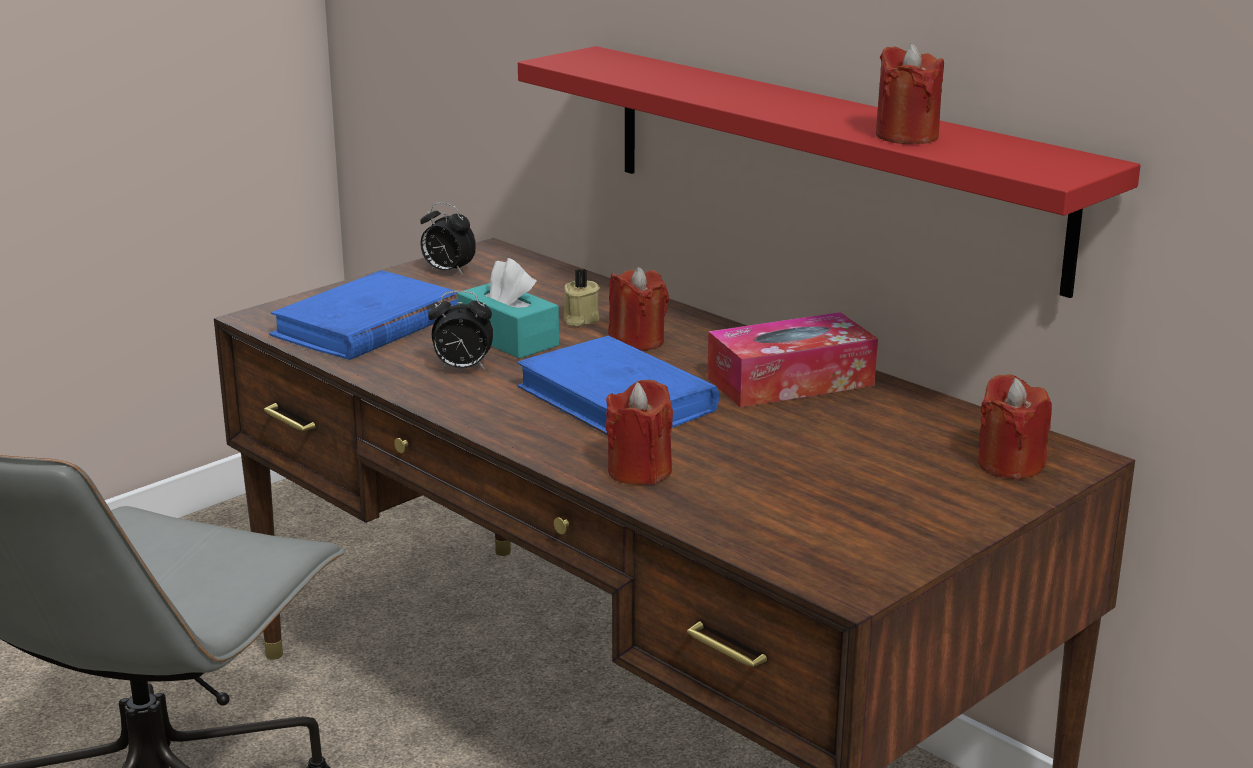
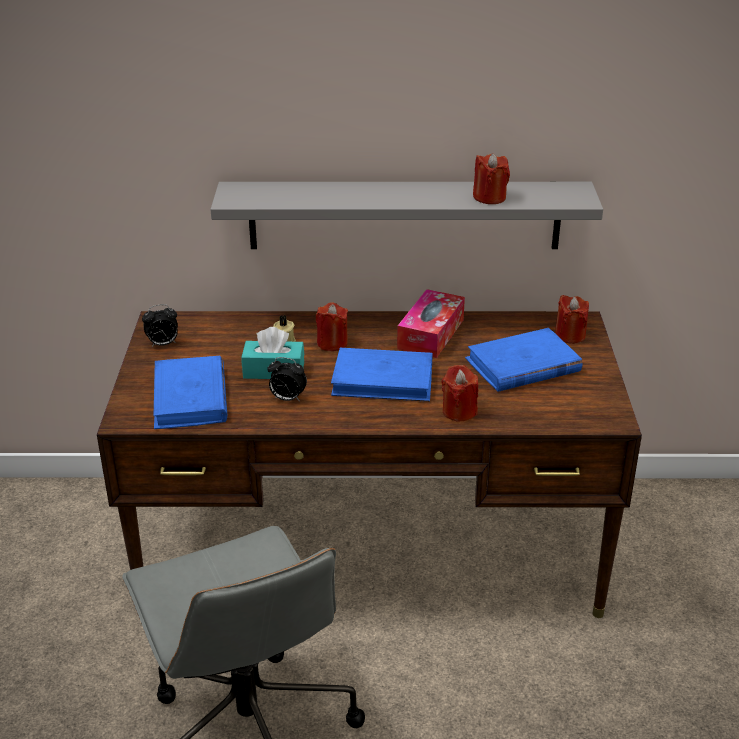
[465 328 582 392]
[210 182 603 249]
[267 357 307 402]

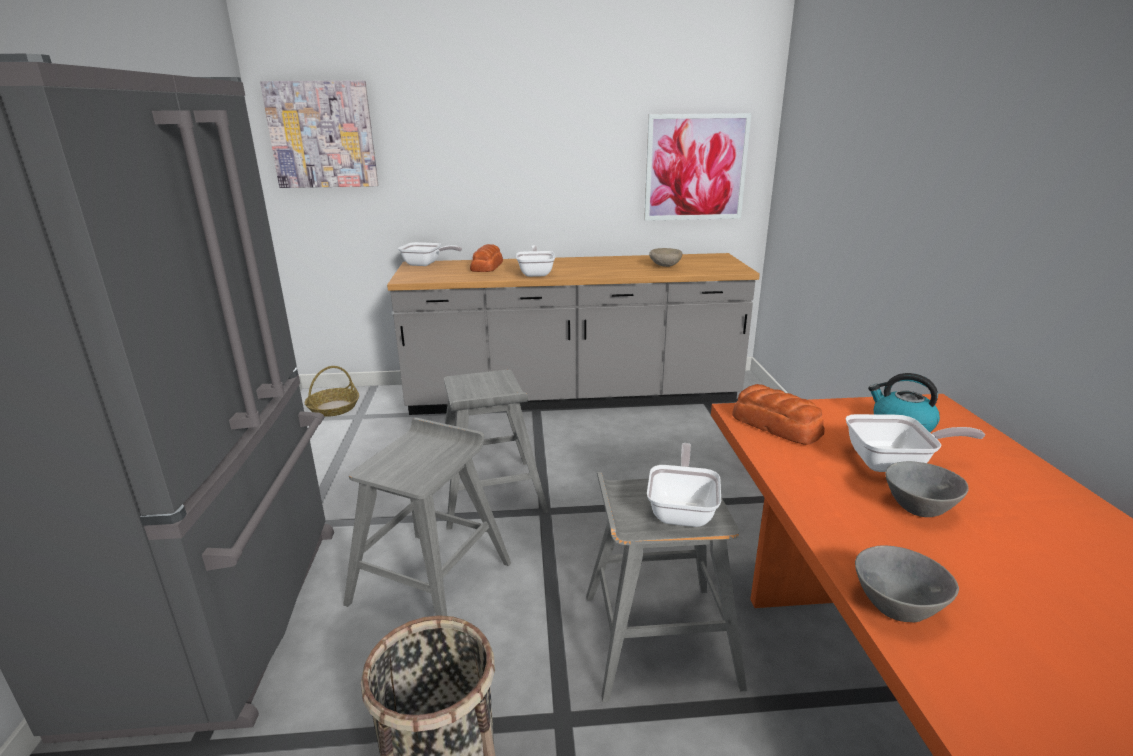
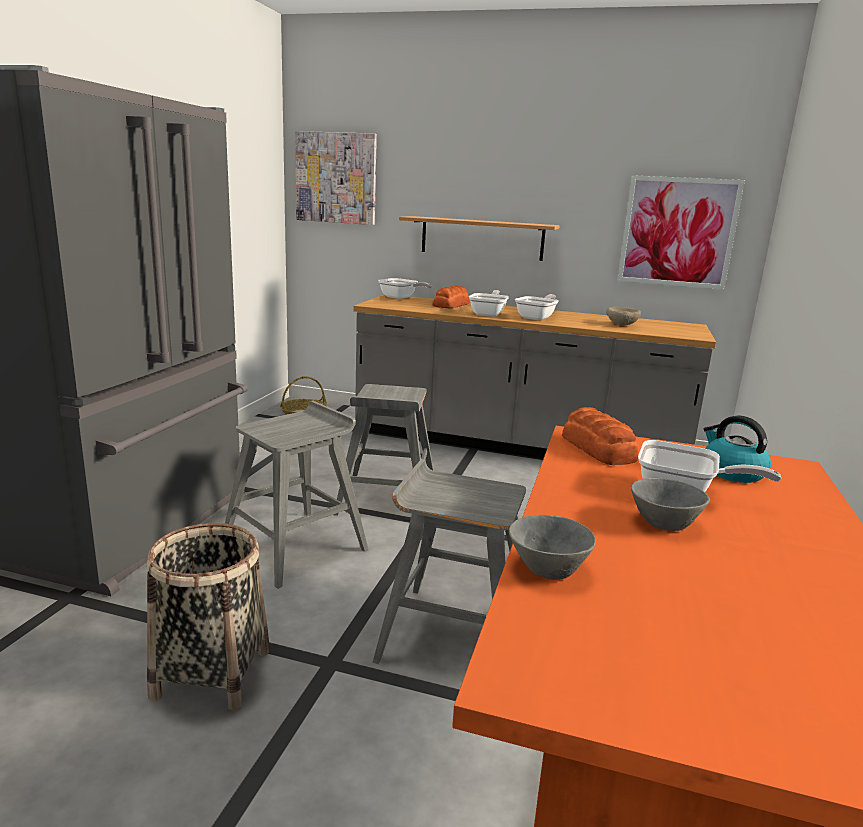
[399 216 560 261]
[515 294 558 320]

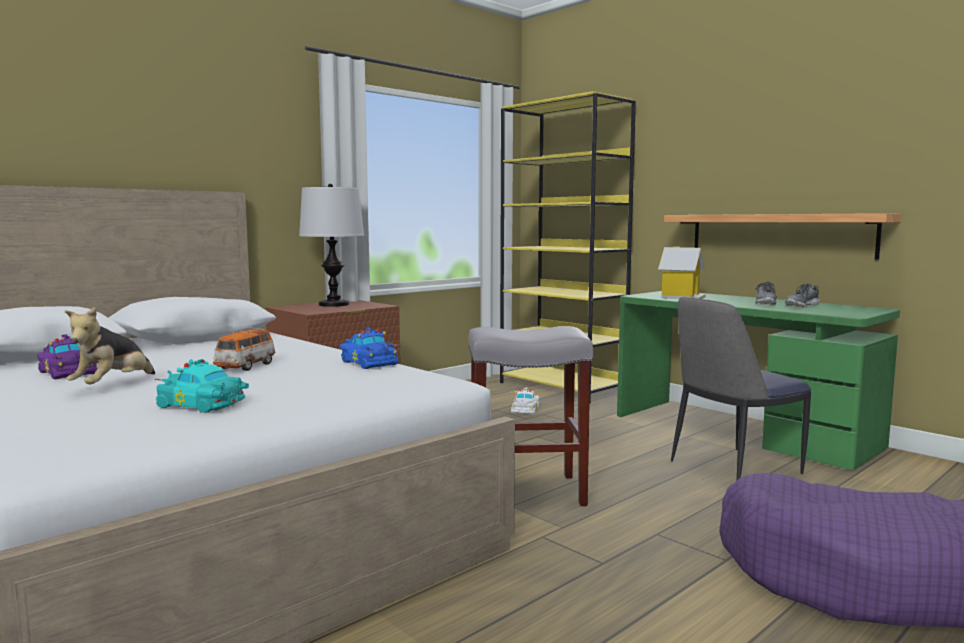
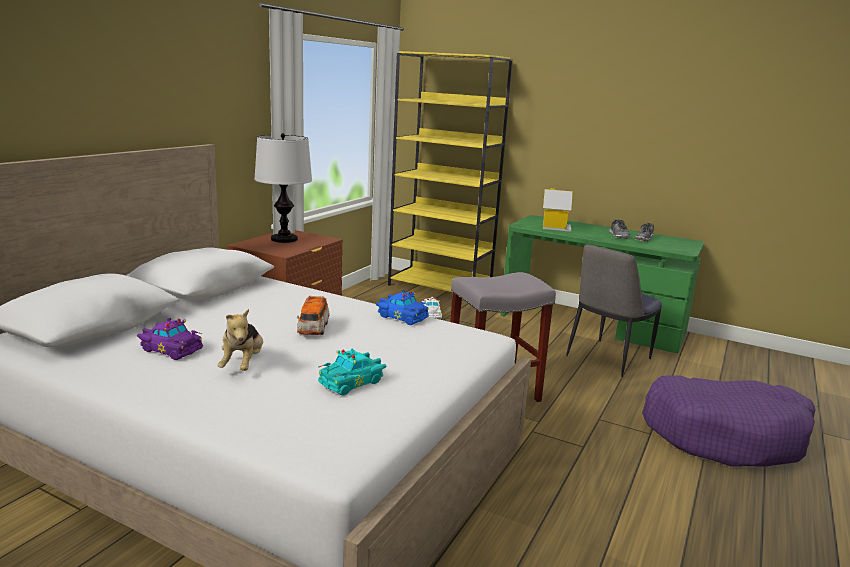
[664 213 902 260] (first image)
[318 348 386 395]

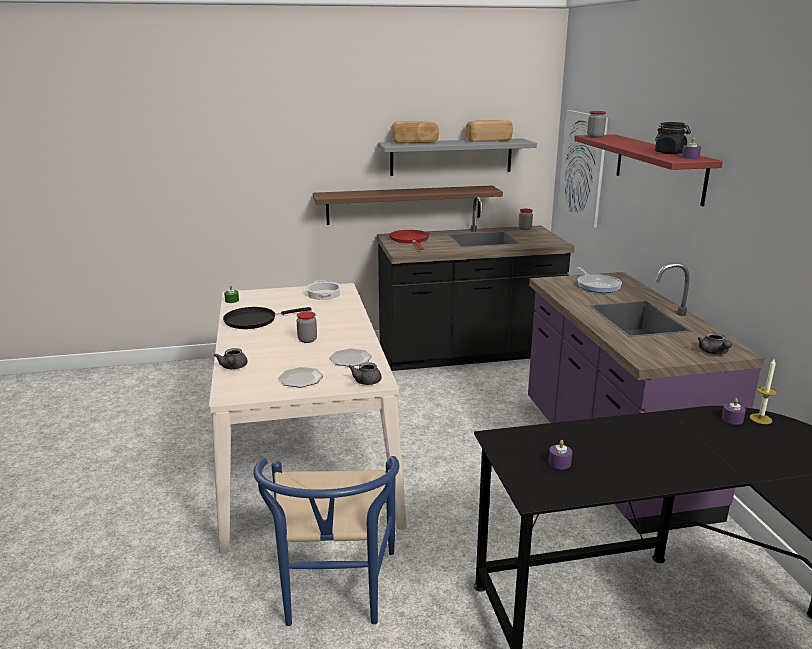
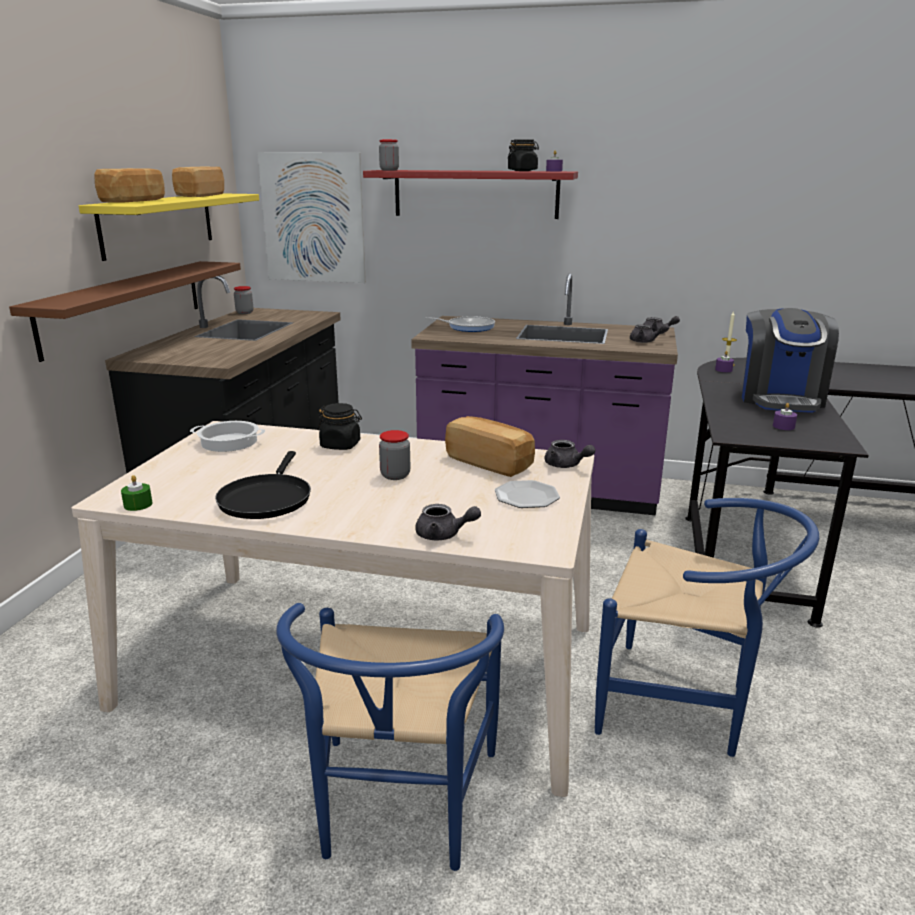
[389 230 429 250] (first image)
[276 603 504 871]
[318 403 362 450]
[630 324 669 343]
[742 308 839 413]
[445 416 535 477]
[79 194 259 261]

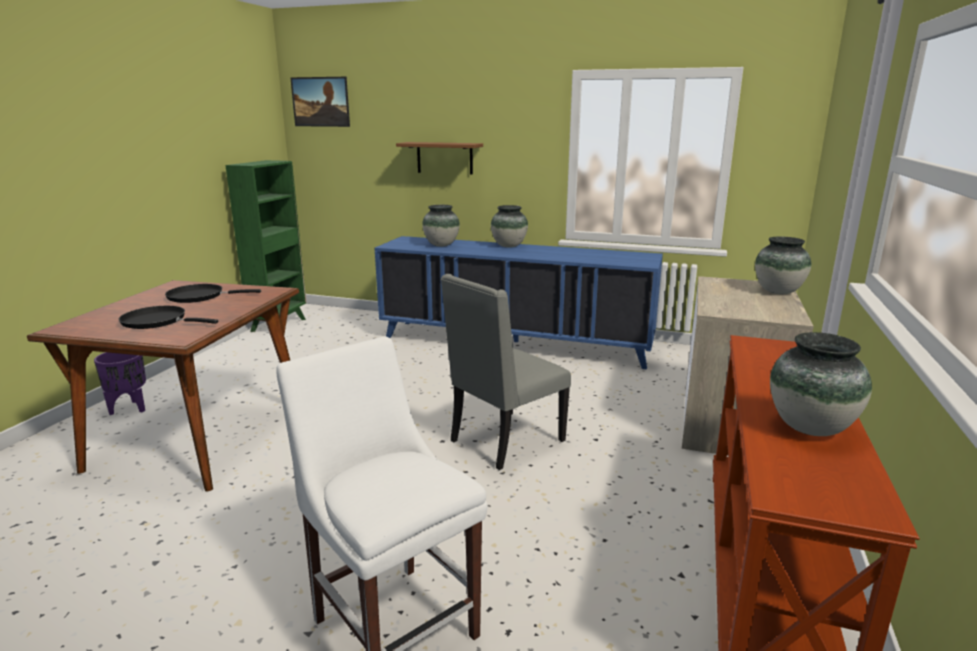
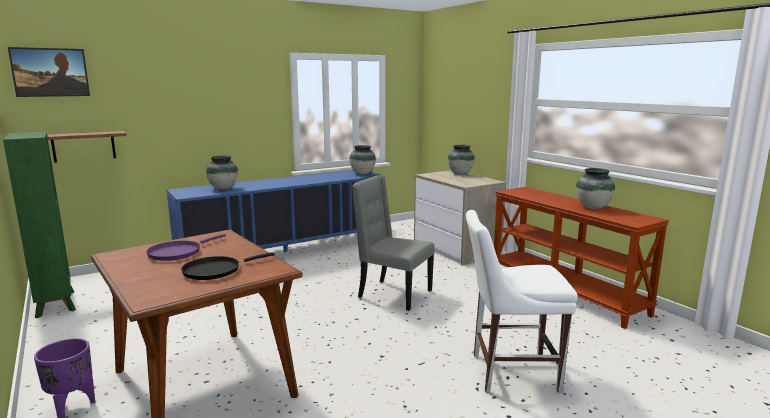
[47 131 127 163]
[349 145 376 175]
[146 234 226 261]
[352 175 435 311]

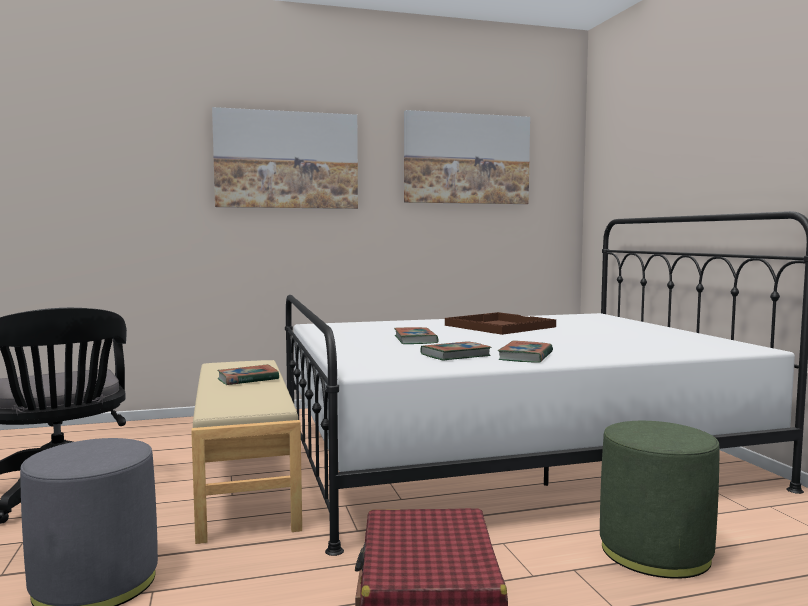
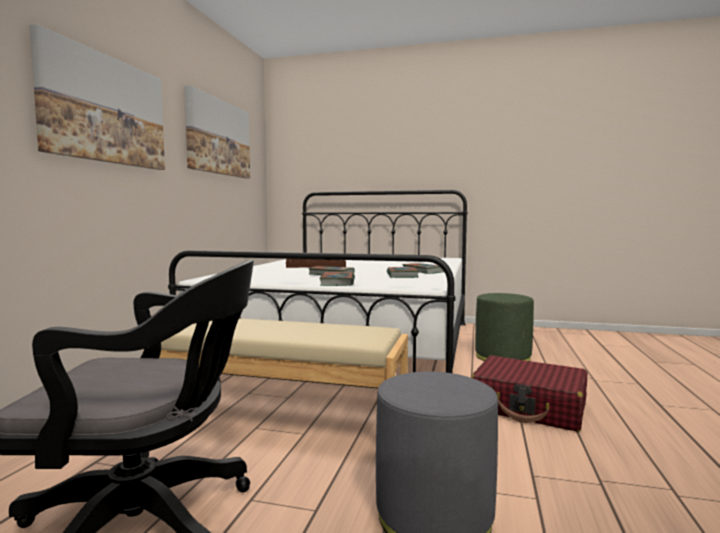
[319 272 355 286]

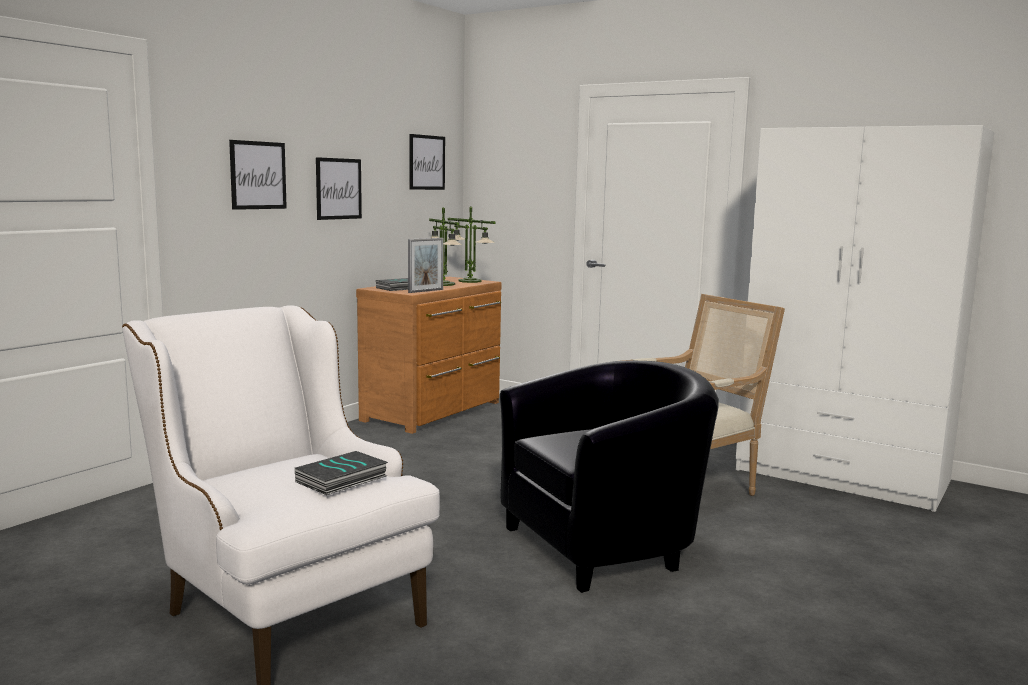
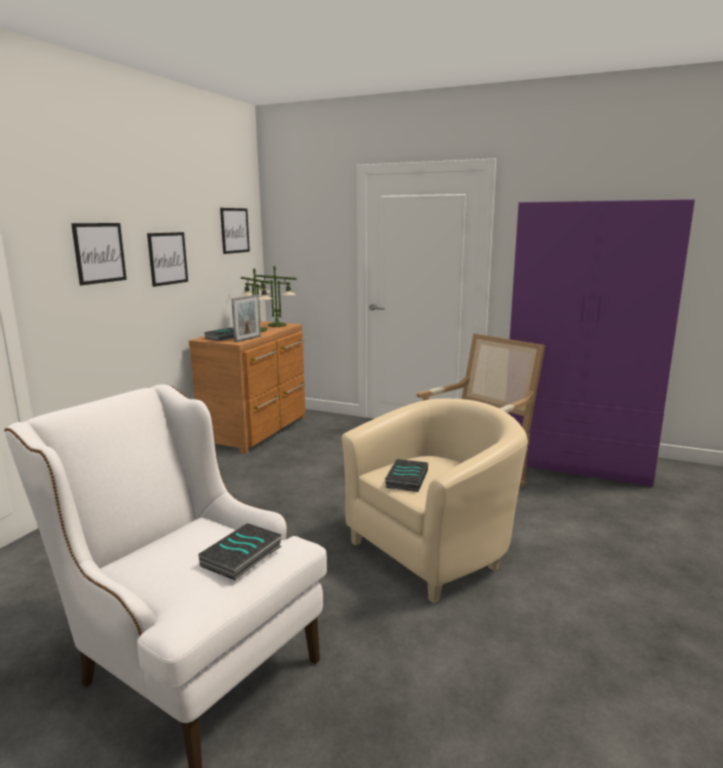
[385 459 428 492]
[342 399 528 604]
[508 199 695 487]

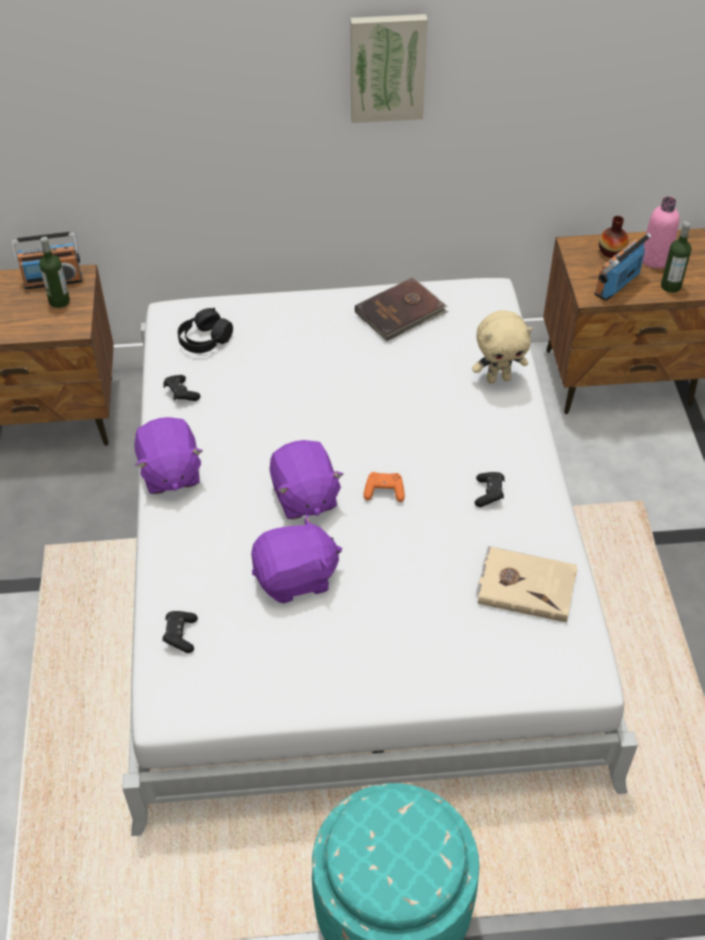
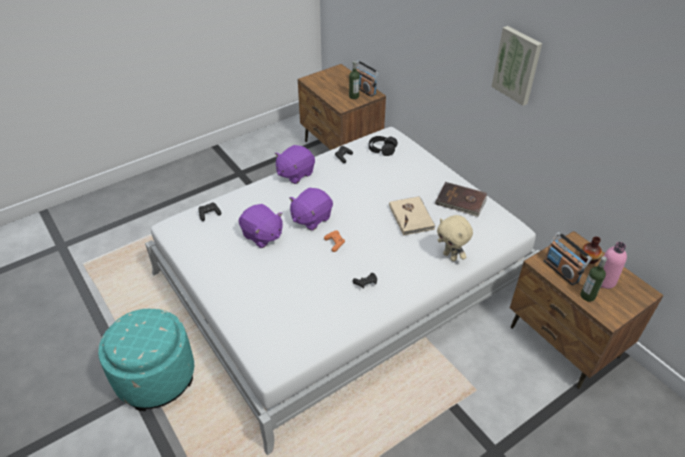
[389 196 435 236]
[544 232 592 286]

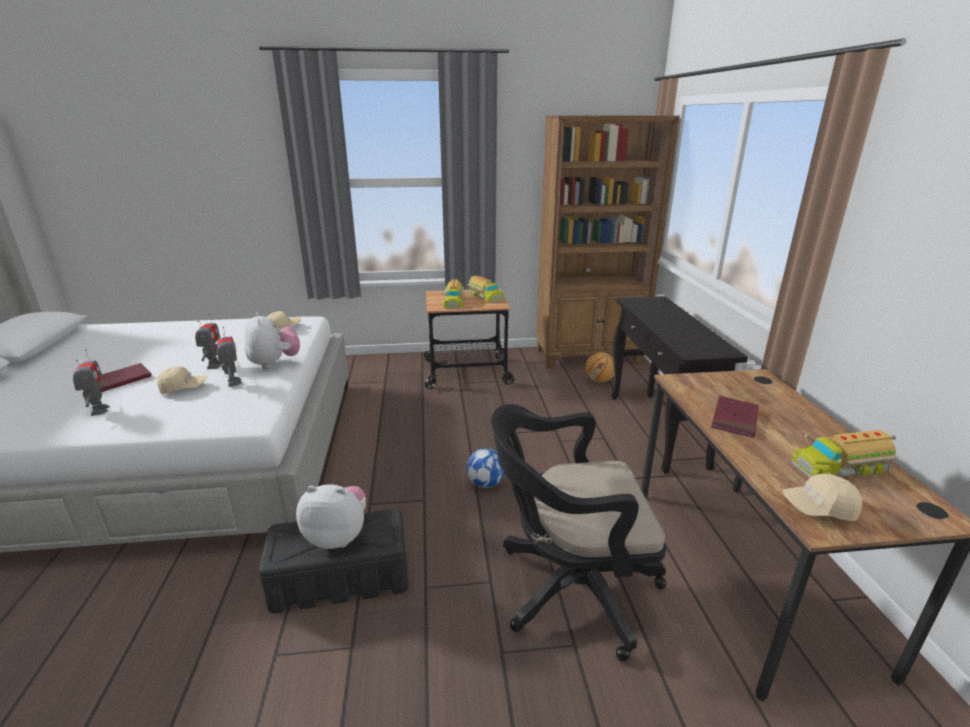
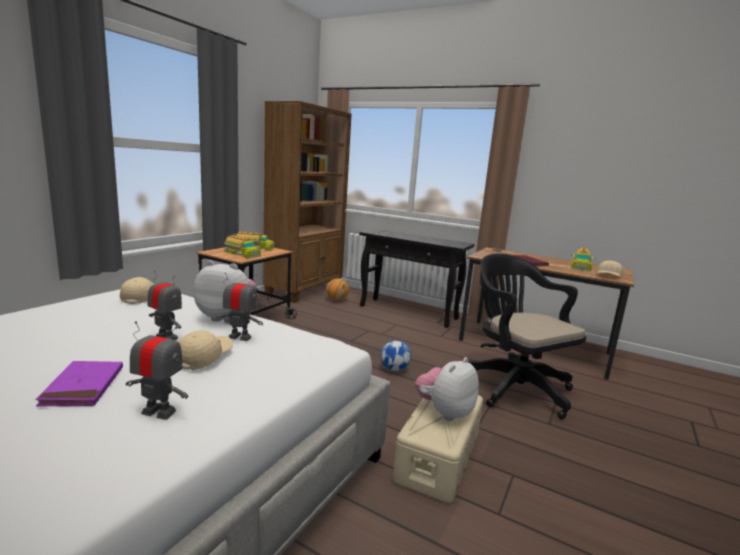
[35 361 123 406]
[393 395 483 503]
[468 253 586 419]

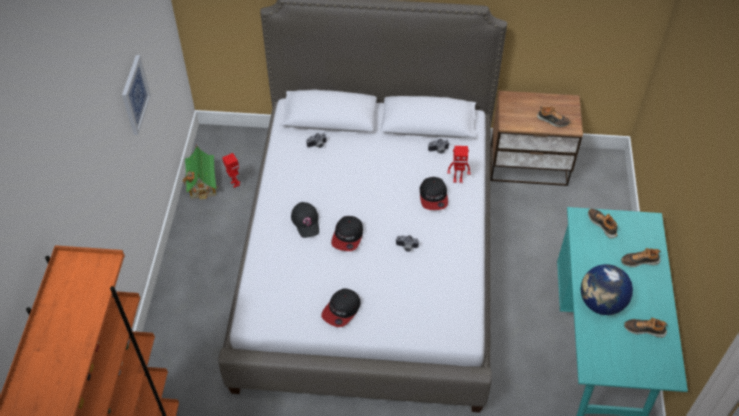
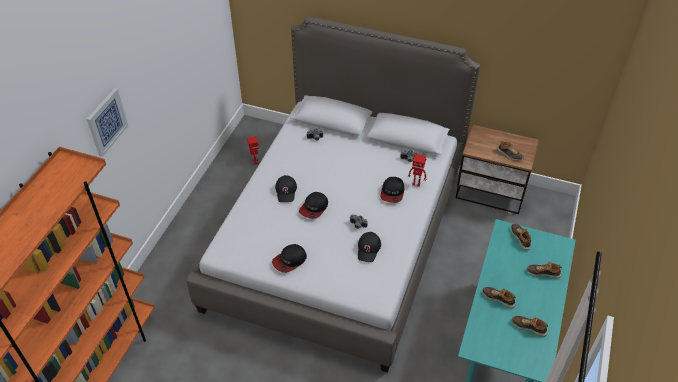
[182 144 219 199] (first image)
[358 232 381 262]
[87 88 128 157]
[482 287 516 308]

